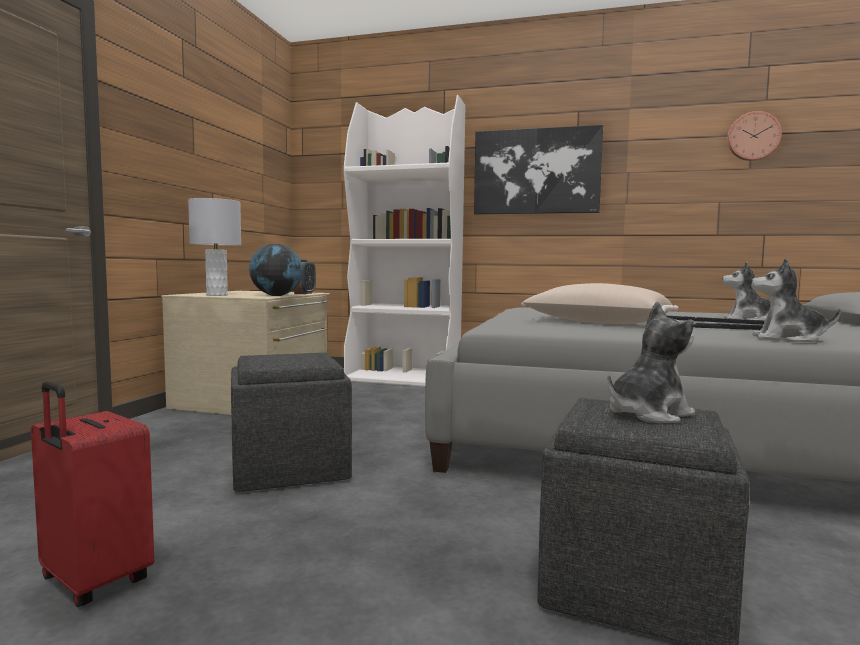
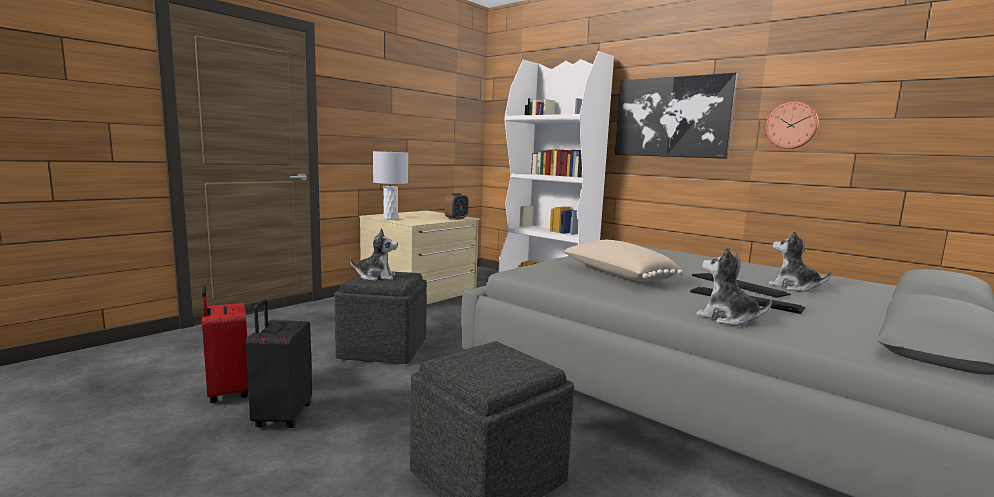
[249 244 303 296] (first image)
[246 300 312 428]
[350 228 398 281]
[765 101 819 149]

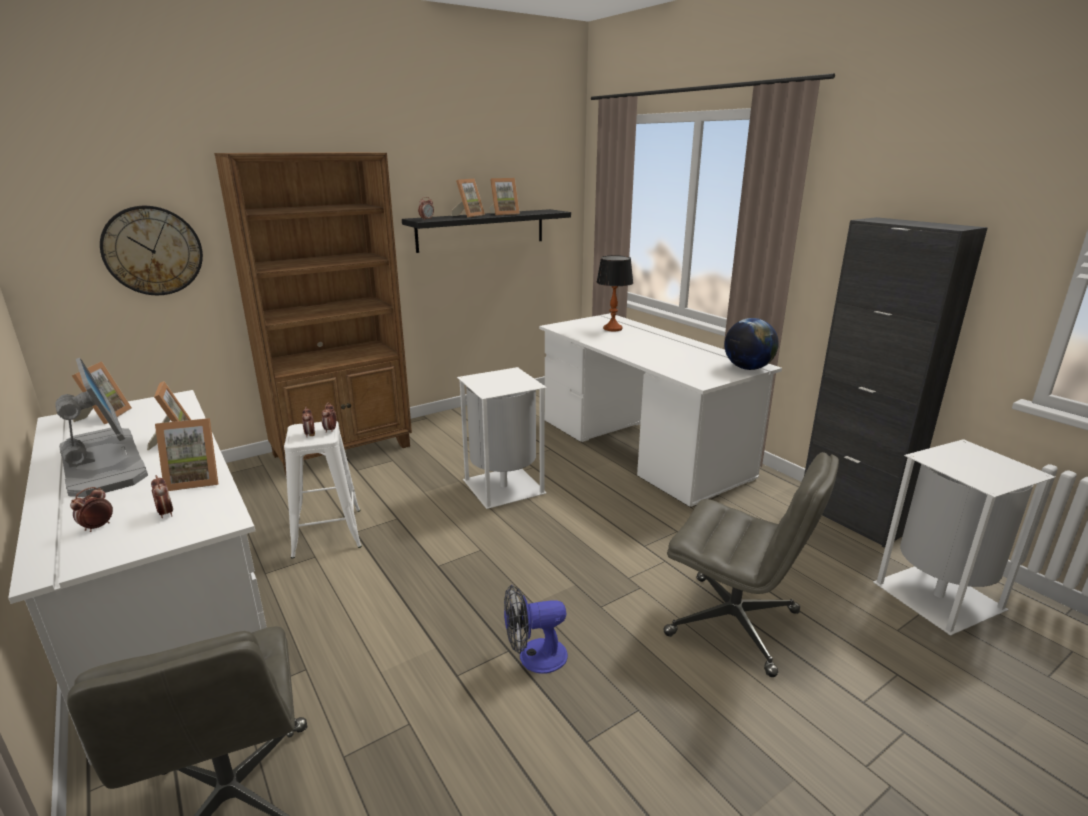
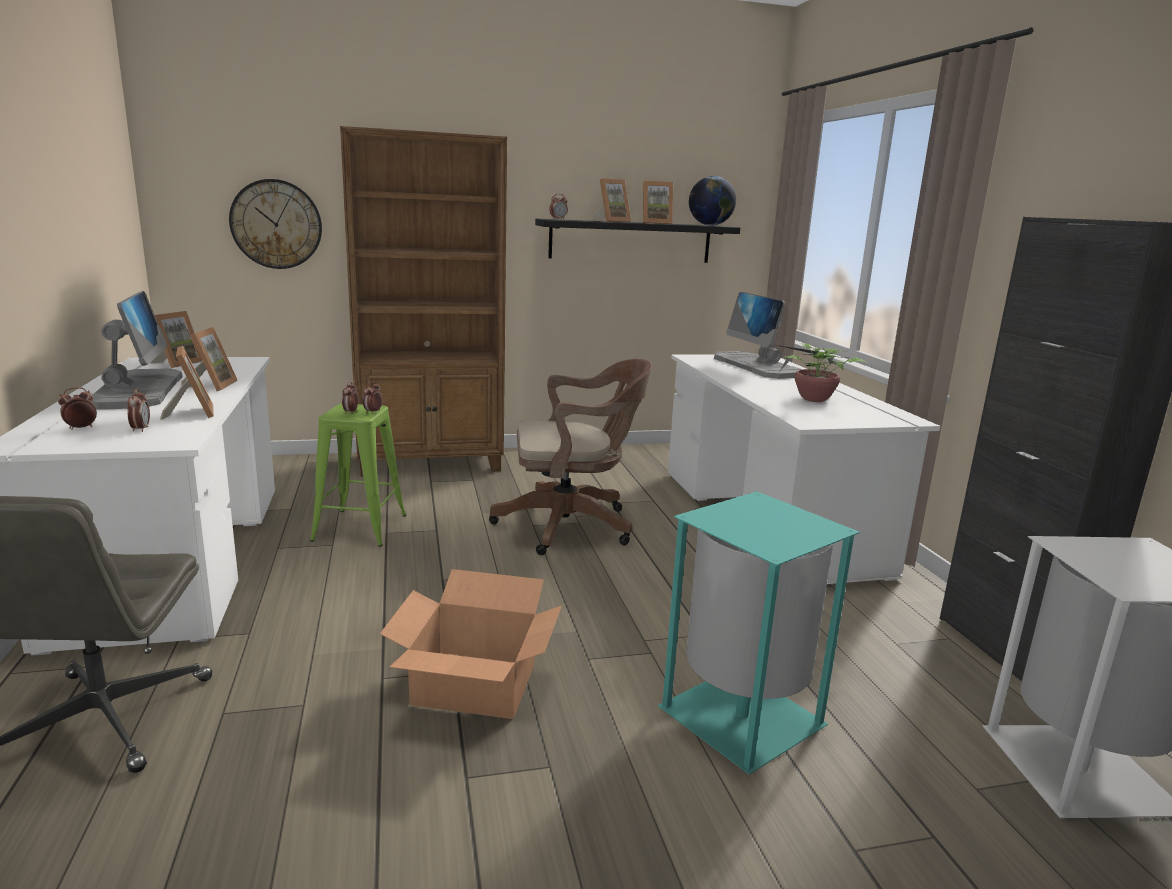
[777 344 866 402]
[689 176 736 226]
[489 359 652 555]
[380 569 562 719]
[714 292 802 379]
[658 491 860 775]
[310 403 406 547]
[160 346 214 420]

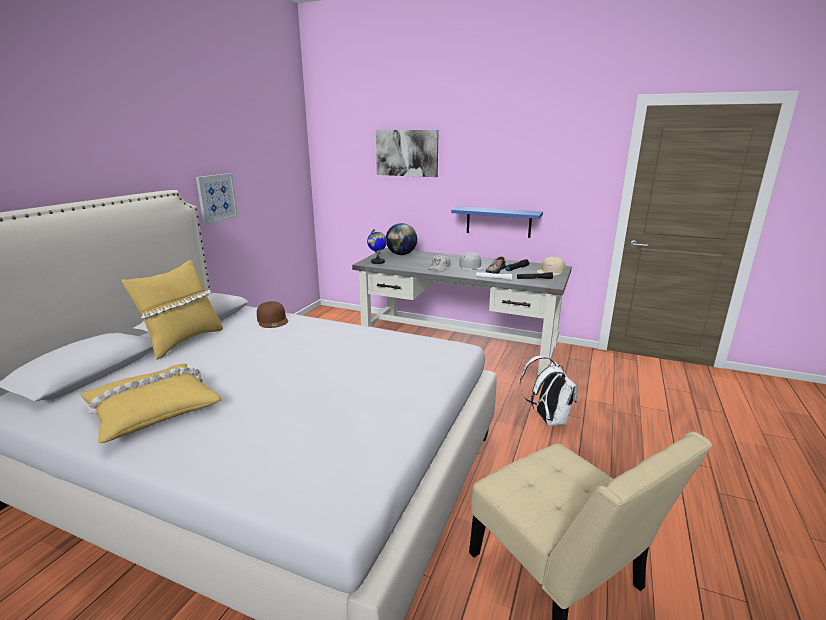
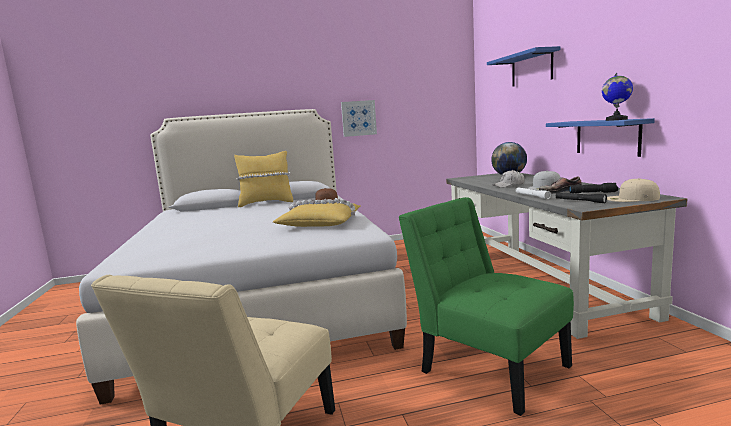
[273 198 361 227]
[602 73 633 121]
[487 46 561 86]
[398 197 574 416]

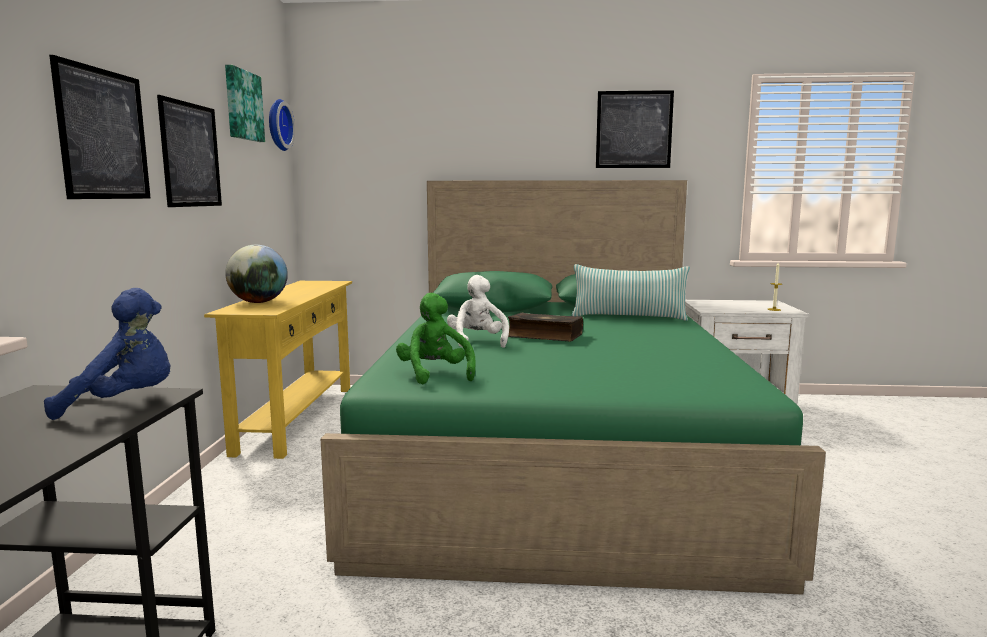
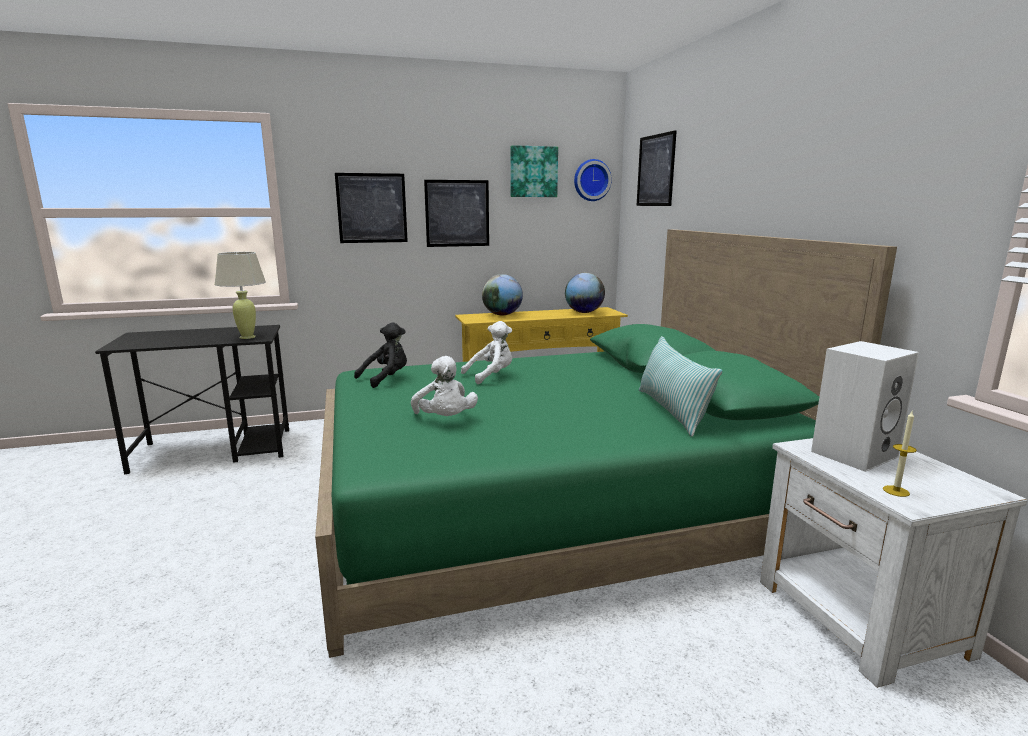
[508 313 583 342] (first image)
[411 356 478 416]
[565 273 605 313]
[811 341 919 472]
[637 130 677 206]
[214 252 266 339]
[354 323 407 388]

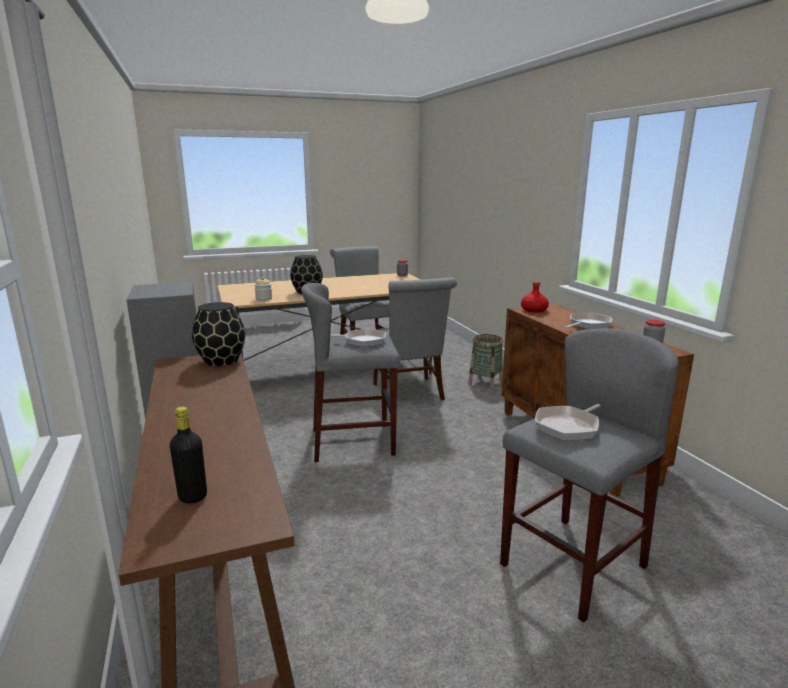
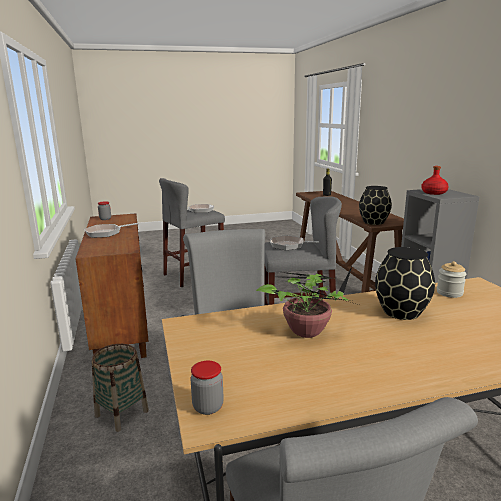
[256 267 352 338]
[421 166 449 195]

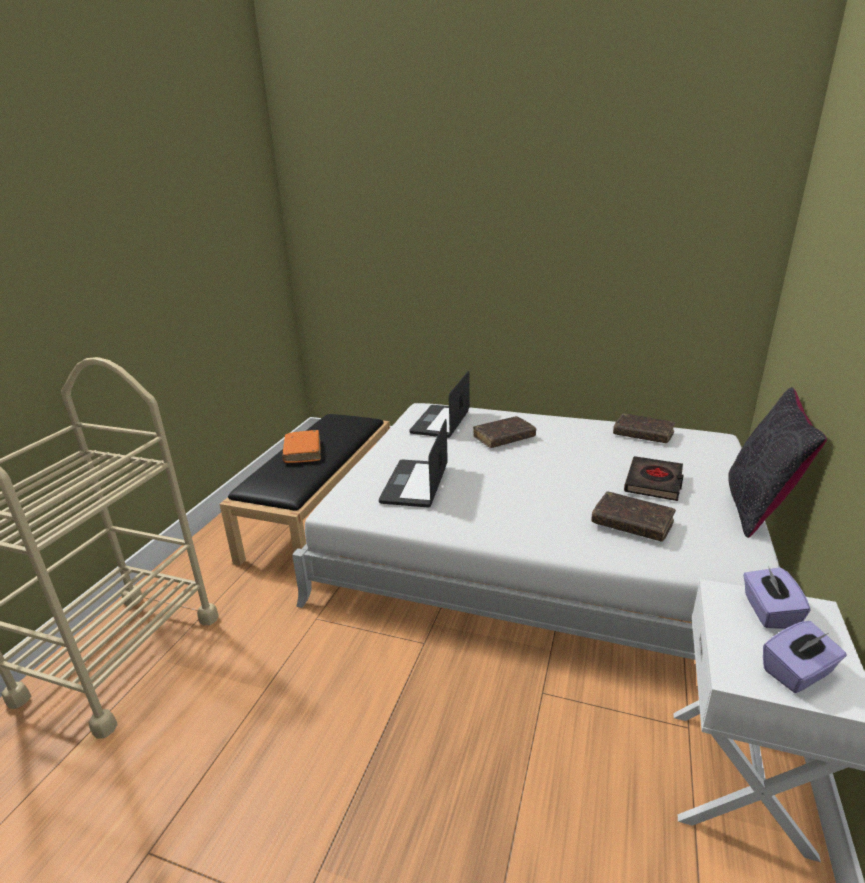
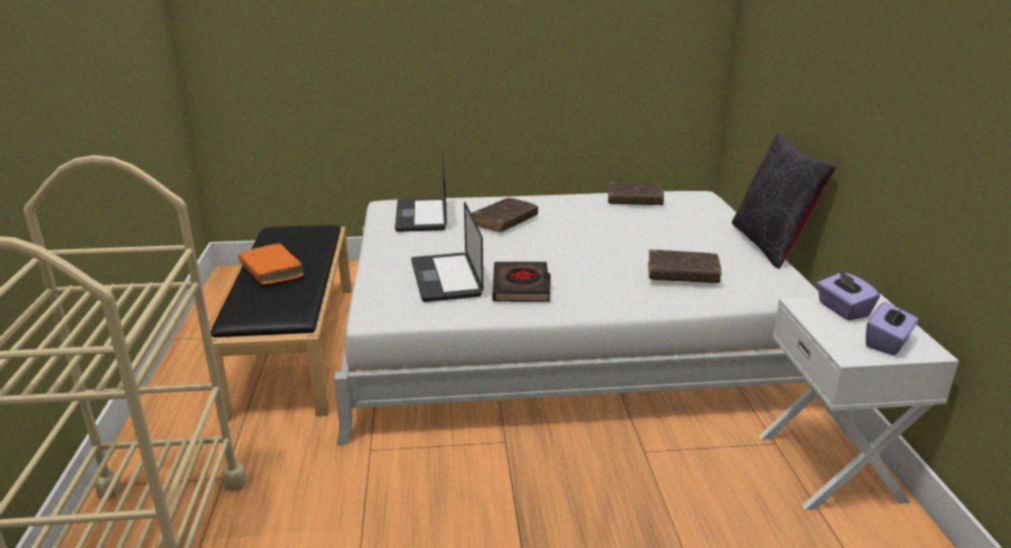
[492 262 551 302]

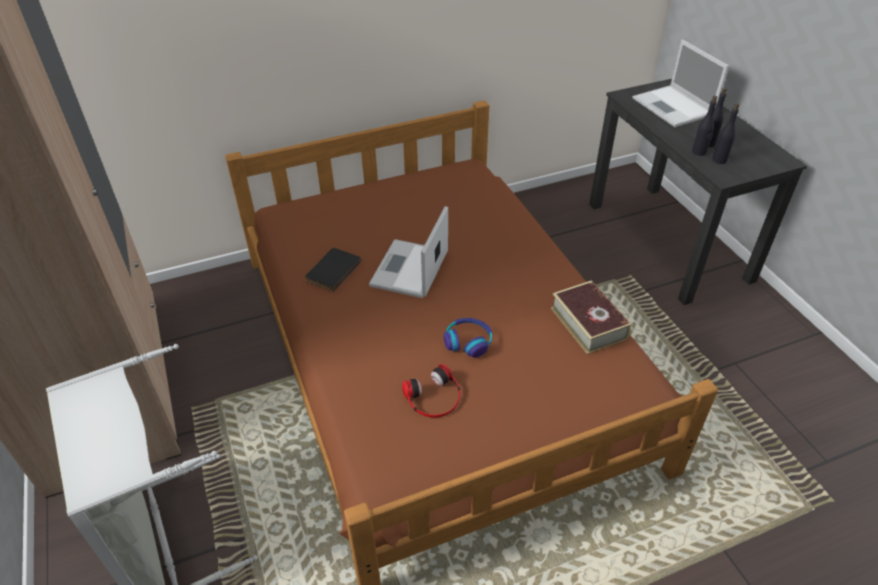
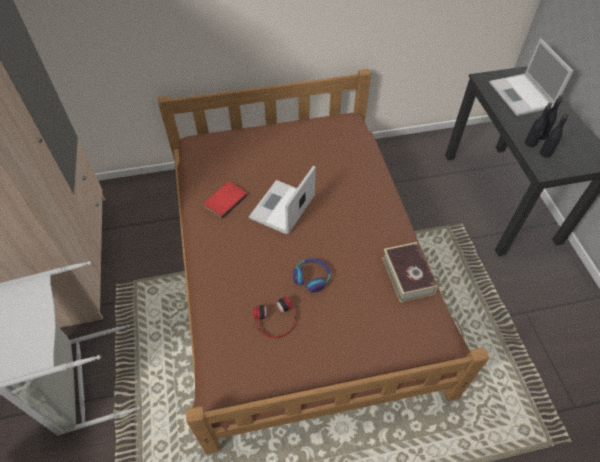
[203 182 248 219]

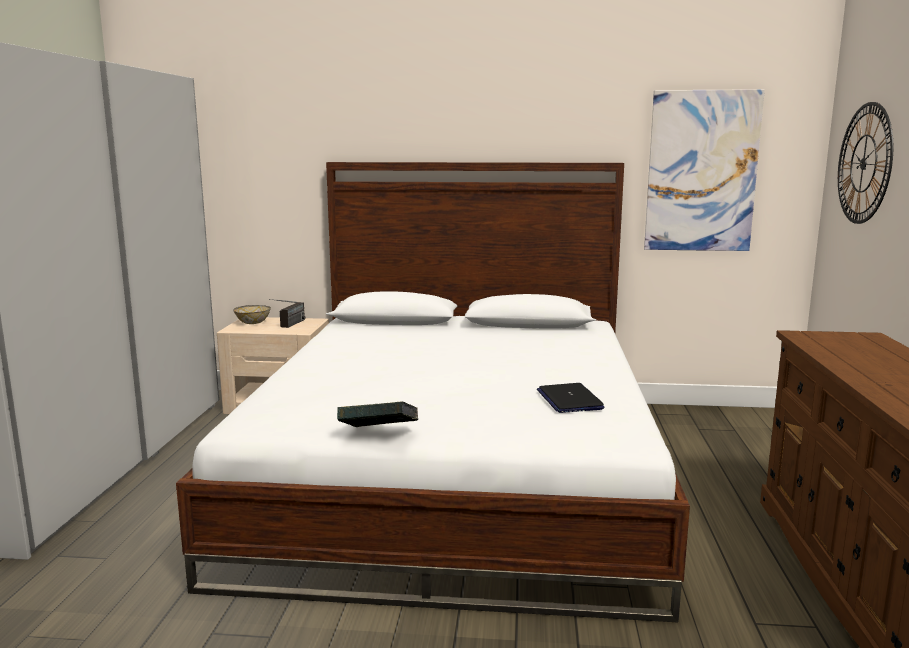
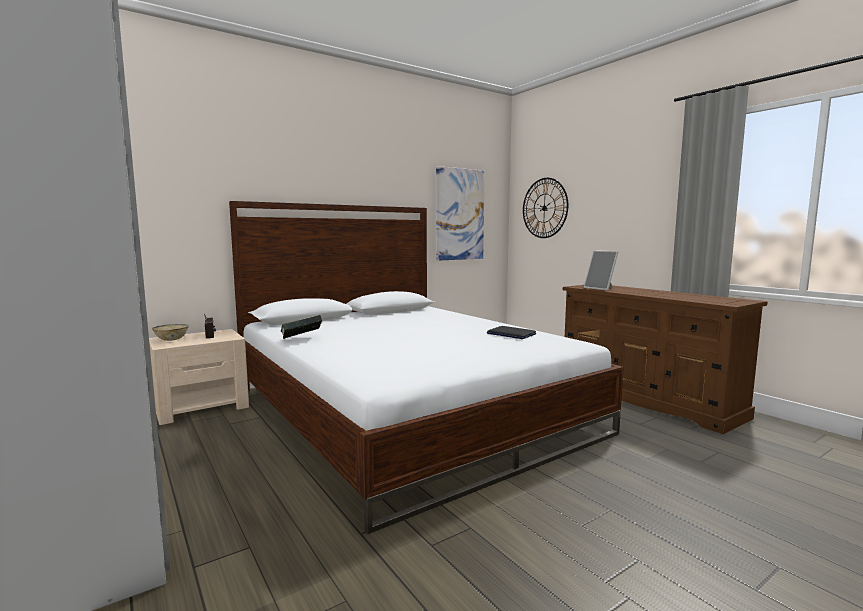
[584 250 618 291]
[280 315 322 339]

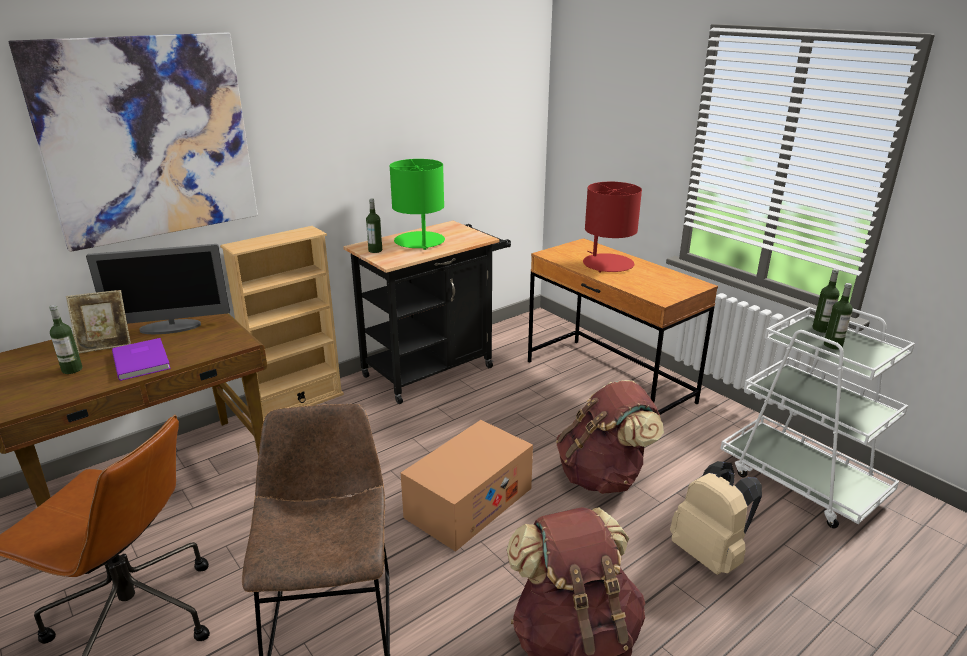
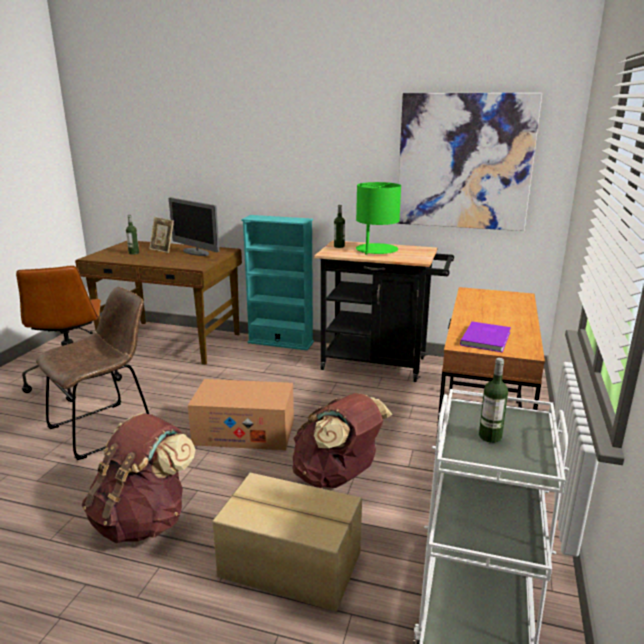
[583 182 642 273] (first image)
[812 269 840 333] (first image)
[397 93 542 231]
[460 322 511 352]
[212 473 362 612]
[241 215 314 350]

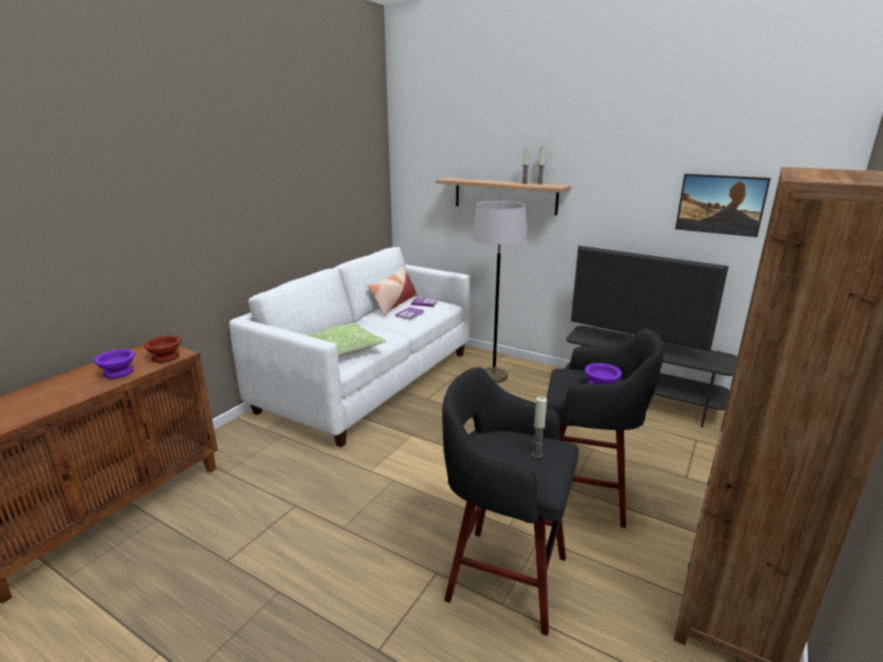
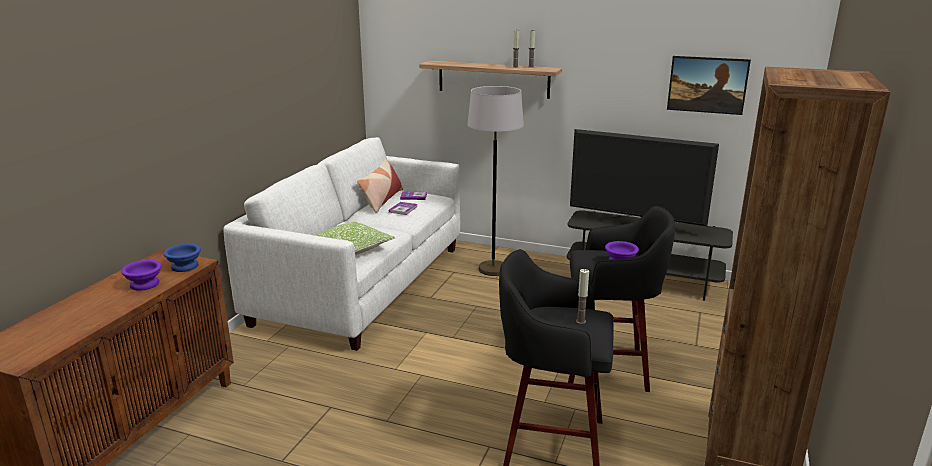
[163 244 201 272]

